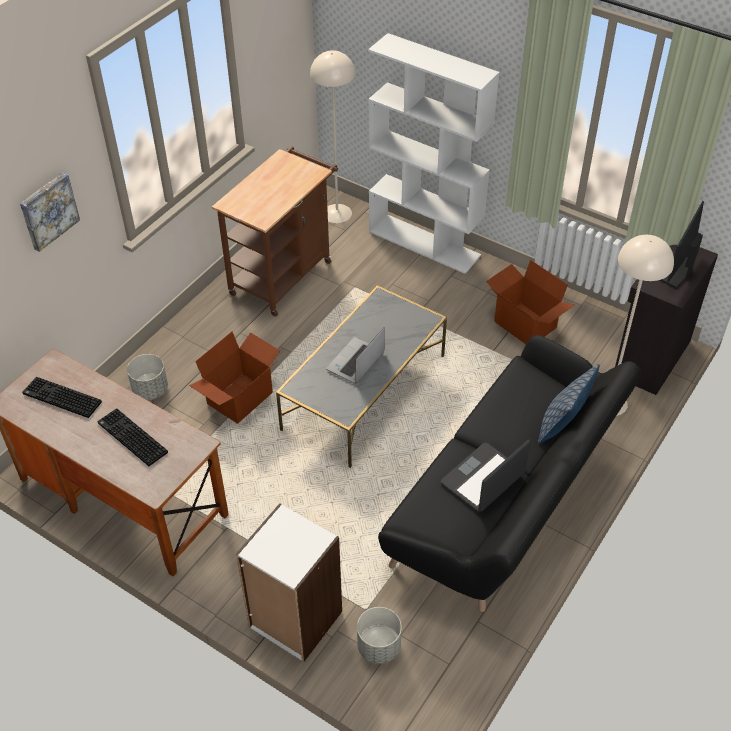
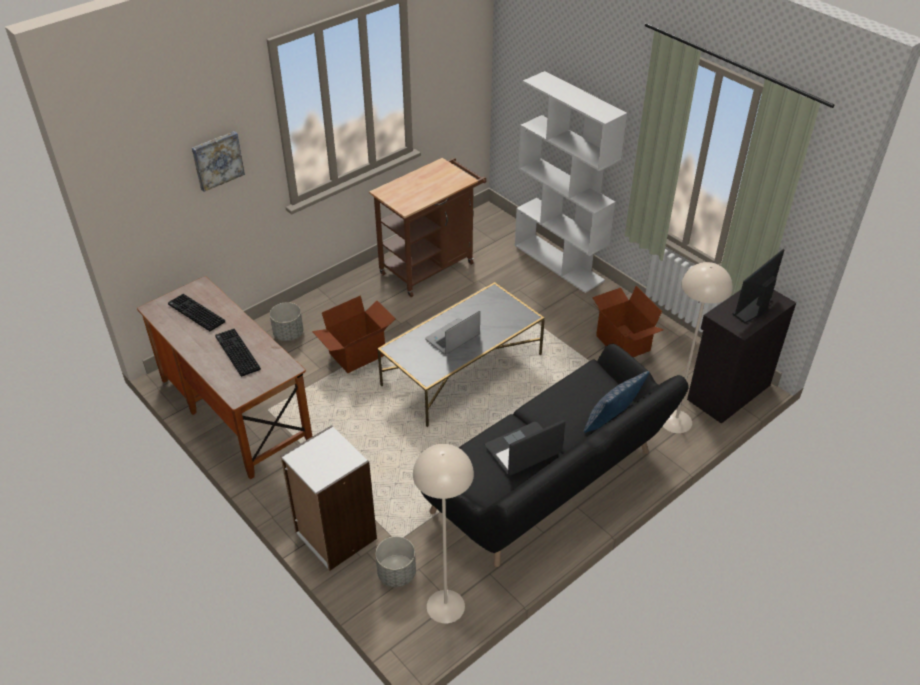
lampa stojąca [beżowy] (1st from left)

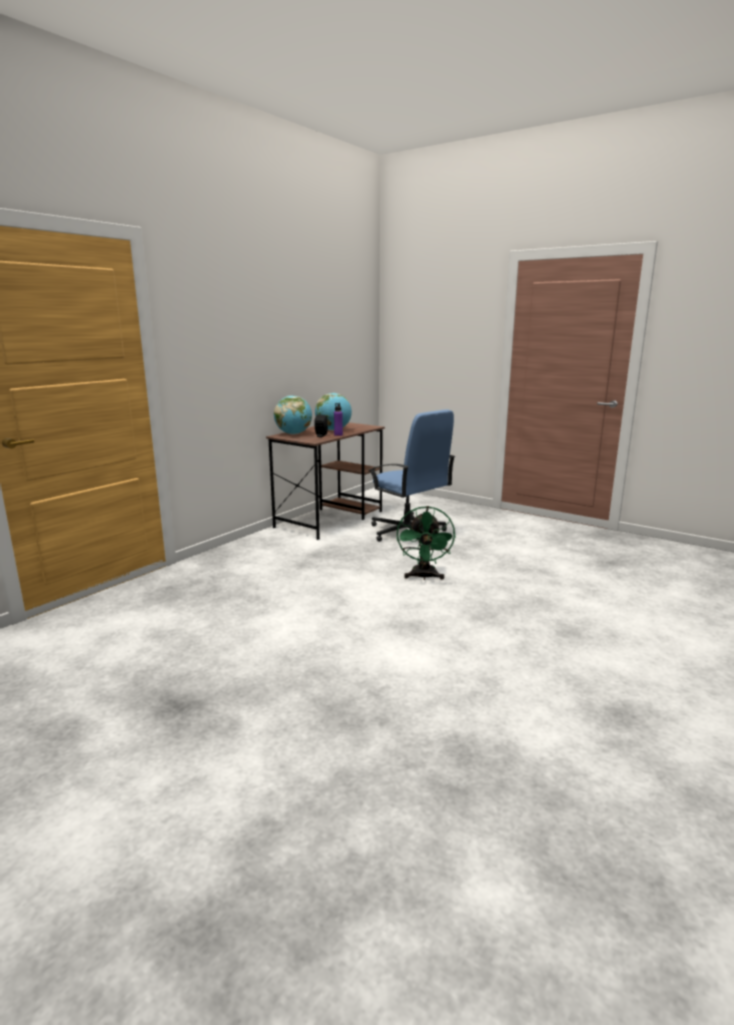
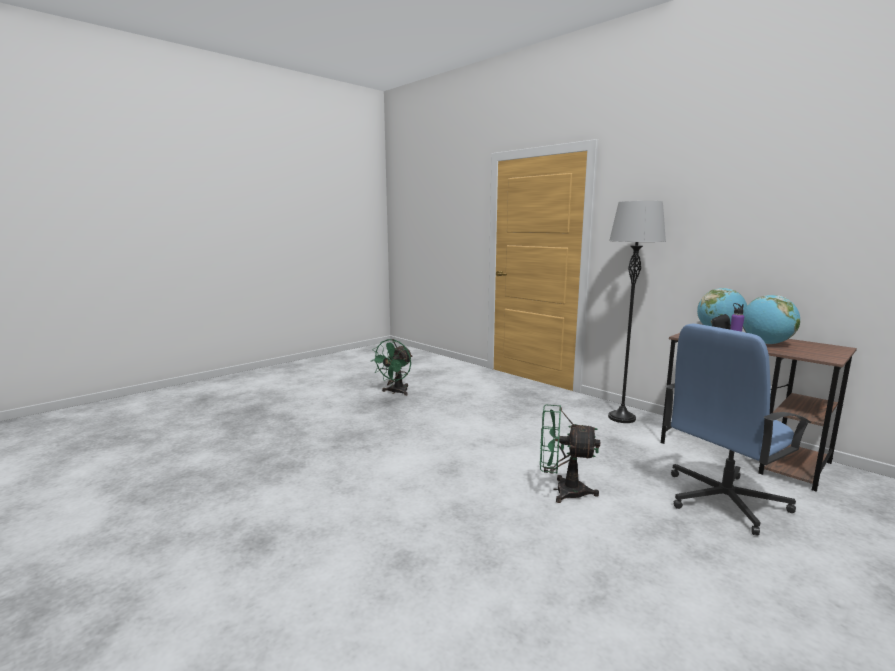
wentylator [zielony] (1st from left)
lampa stojąca [szary]

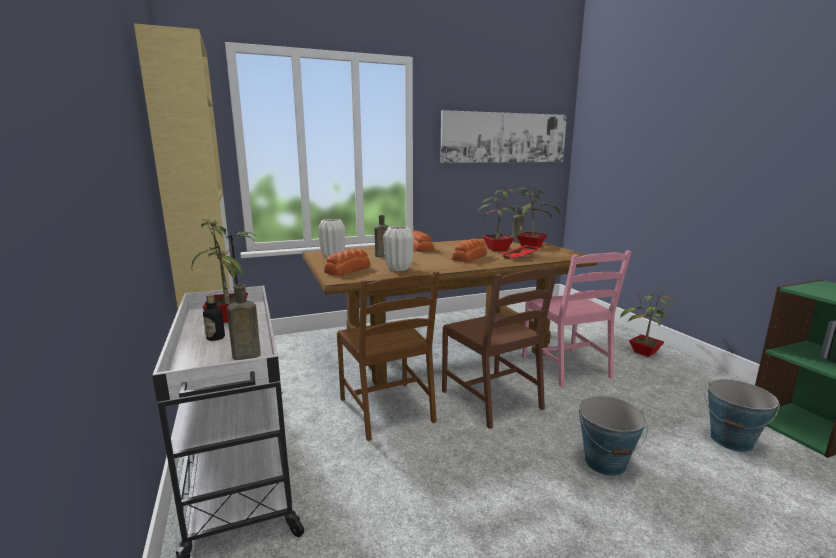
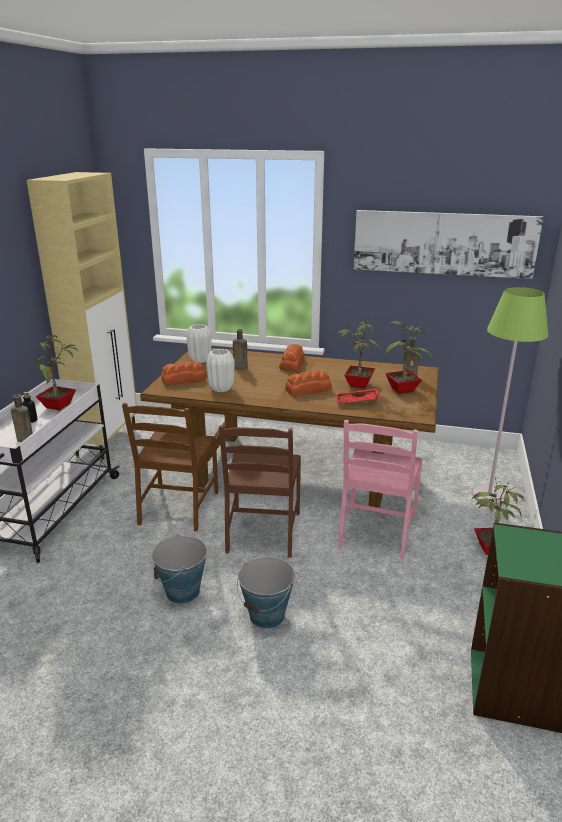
lampa stojąca [zielony]
wiadro (1st from left)

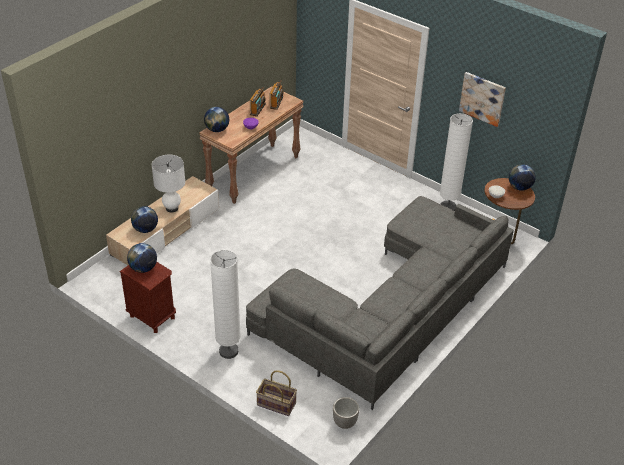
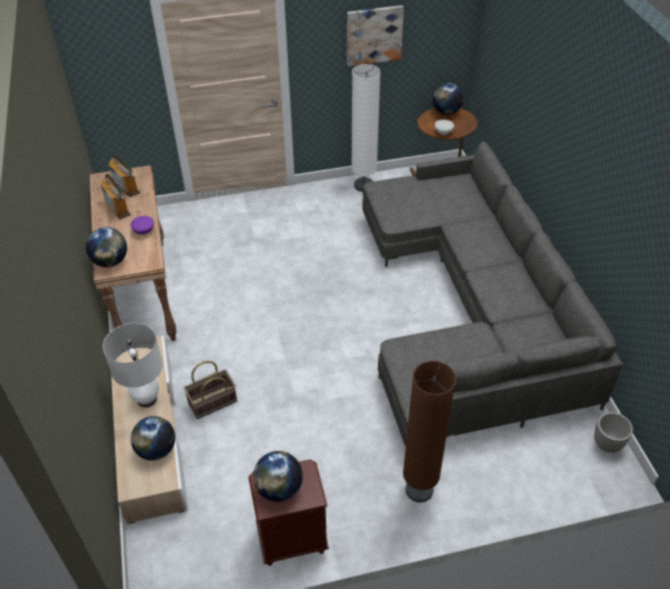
koszyk
lampa stojąca [brązowy]

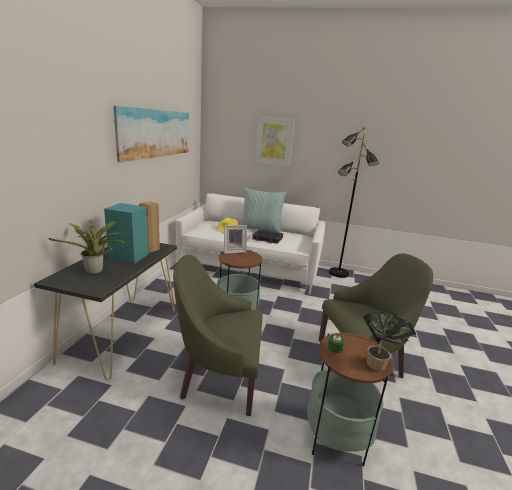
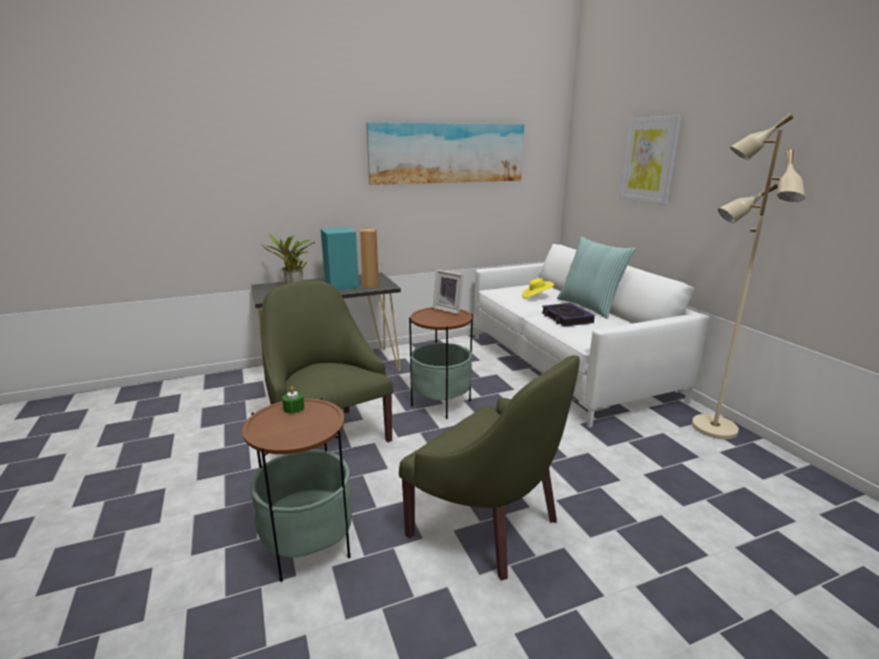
roślina doniczkowa (2nd from left in the first image)
lampa stojąca [beżowy]

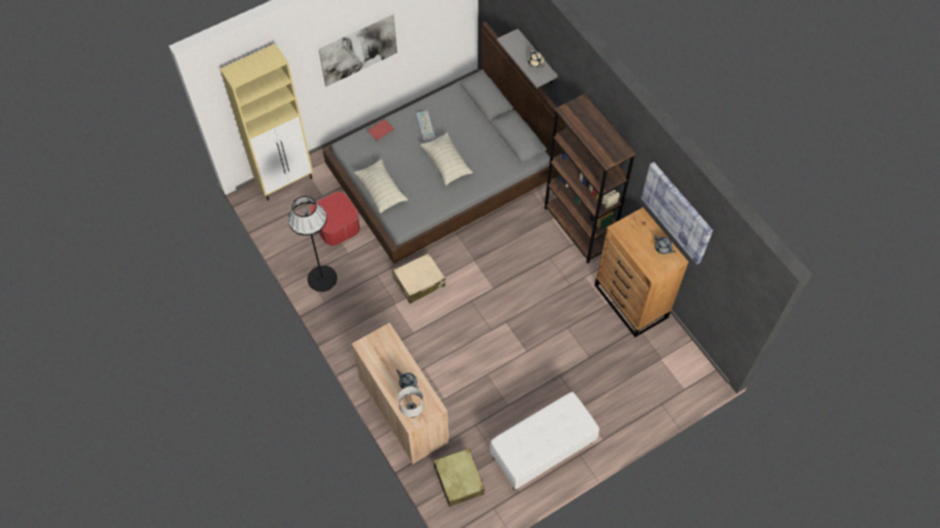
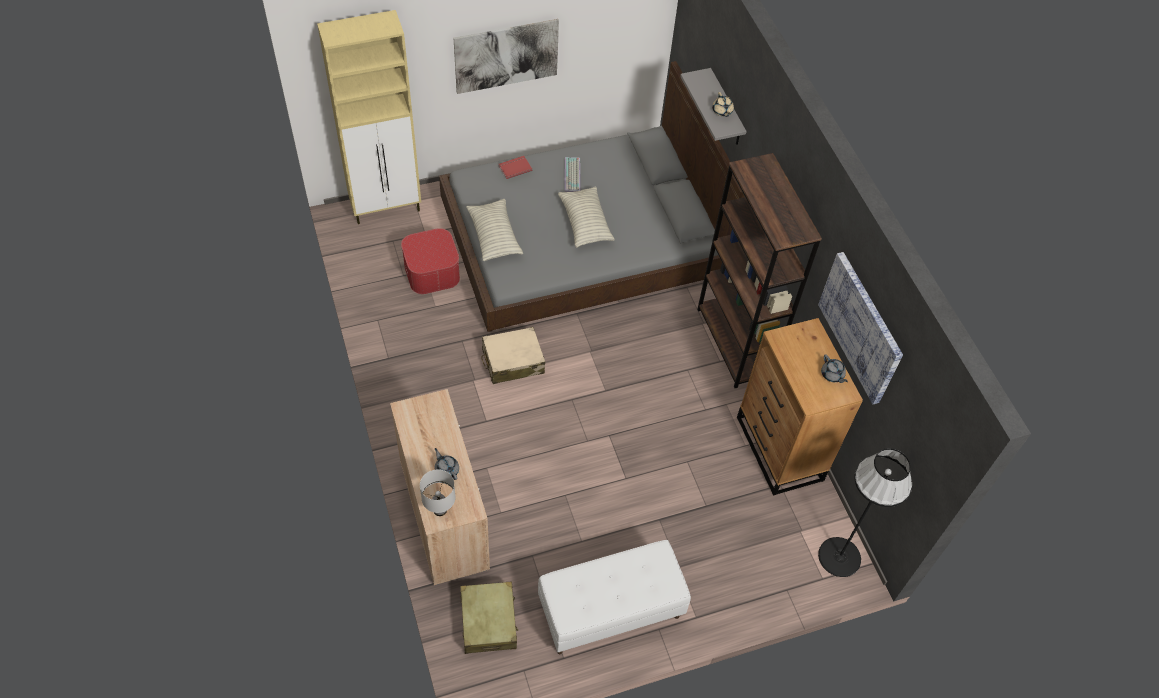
lampa stojąca [czarny]

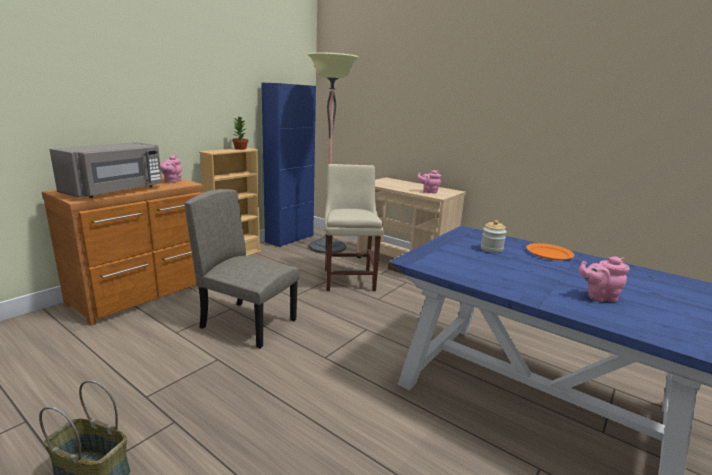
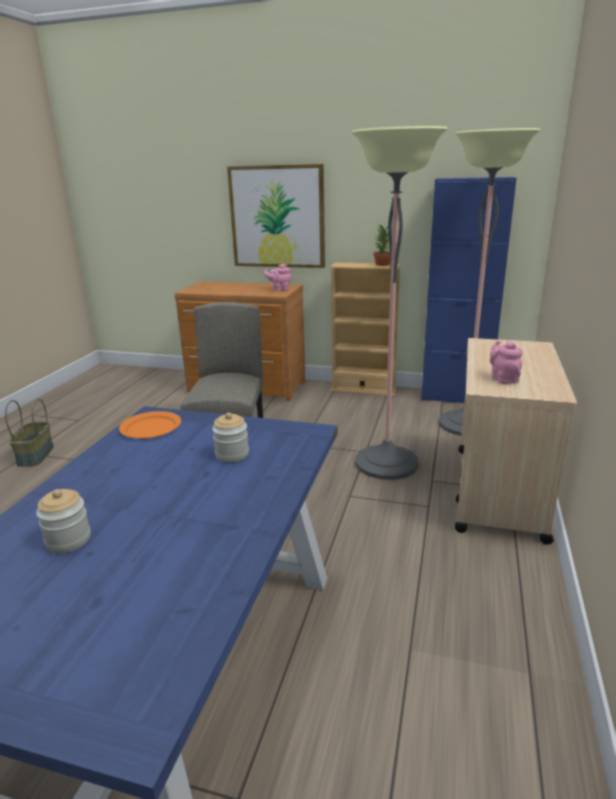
mikrofalówka [szary]
obraz
talerz [pomarańczowy]
lampa stojąca (1st from left)
słoik (1st from left)

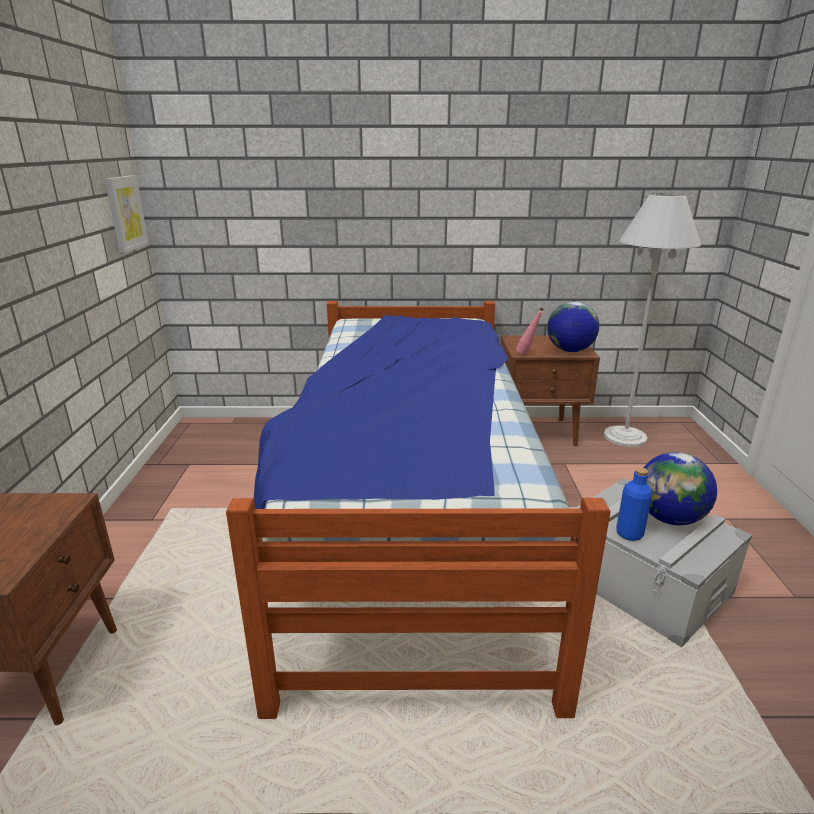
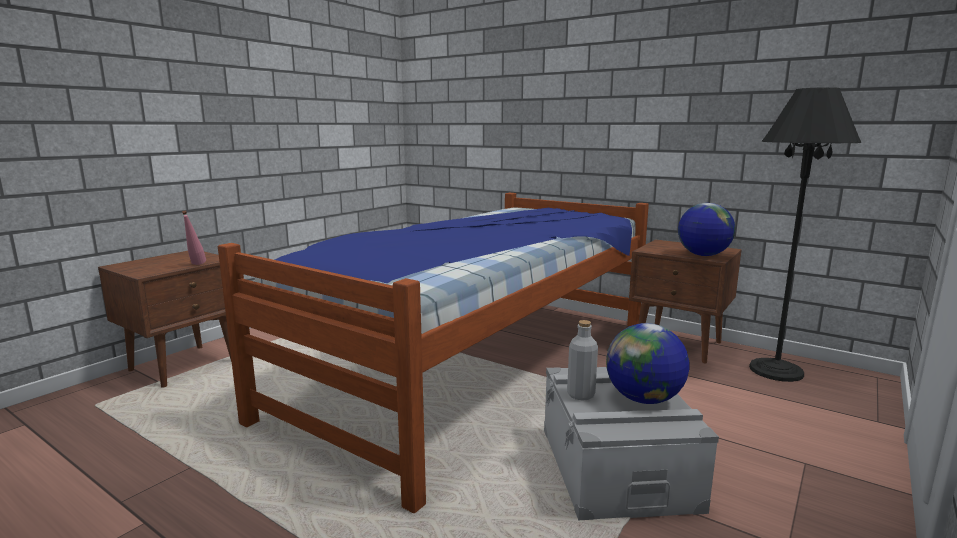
obraz
butelka [różowy]
lampa stojąca [czarny]
butelka [szary]

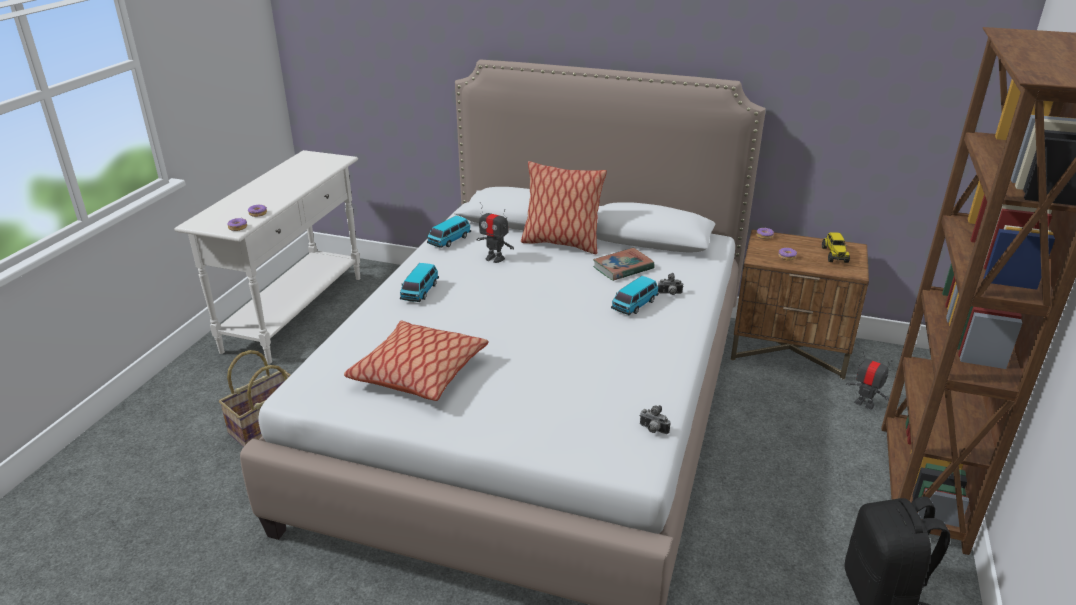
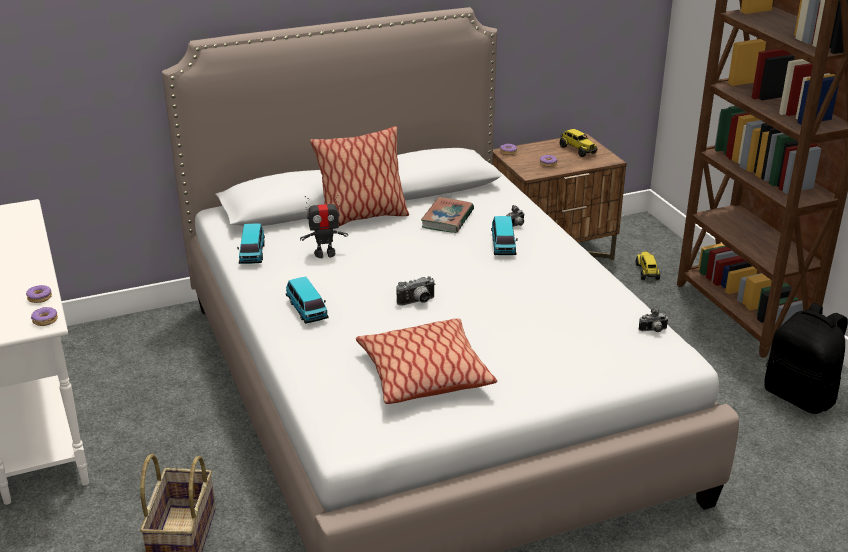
aparat fotograficzny (1st from left)
ciężarówka zabawkowa (2nd from left)

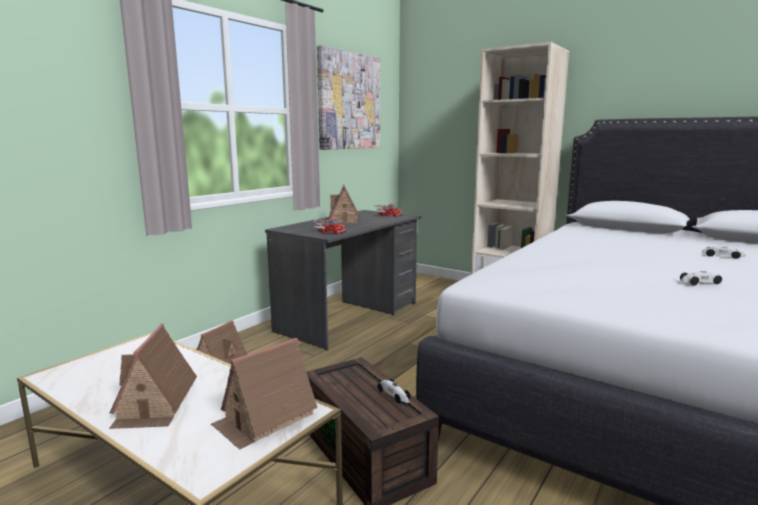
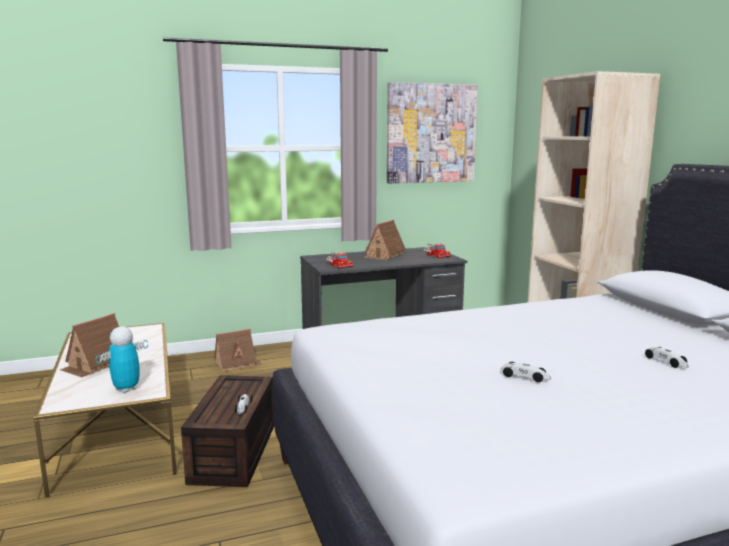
robot zabawkowy

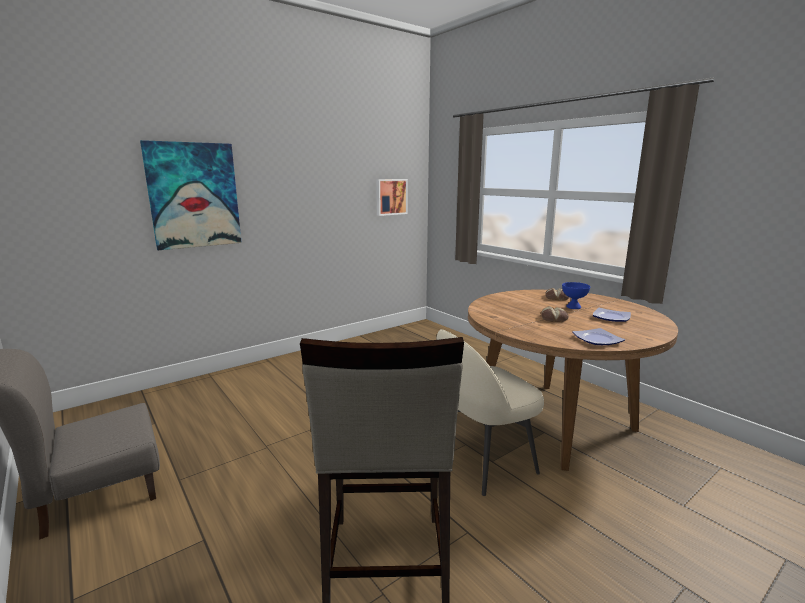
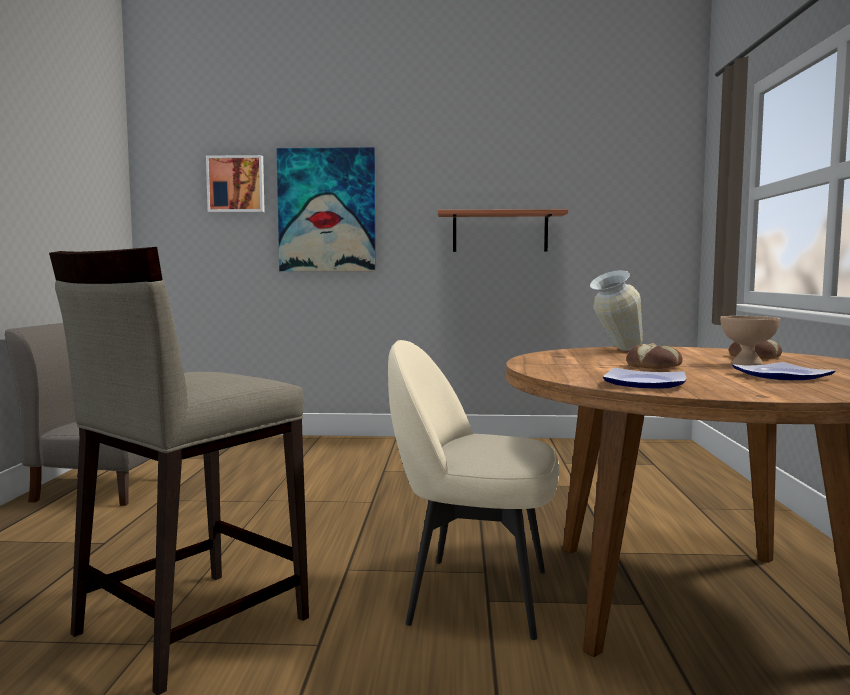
półka
wazon
obraz (1st from left)
miska [beżowy]

